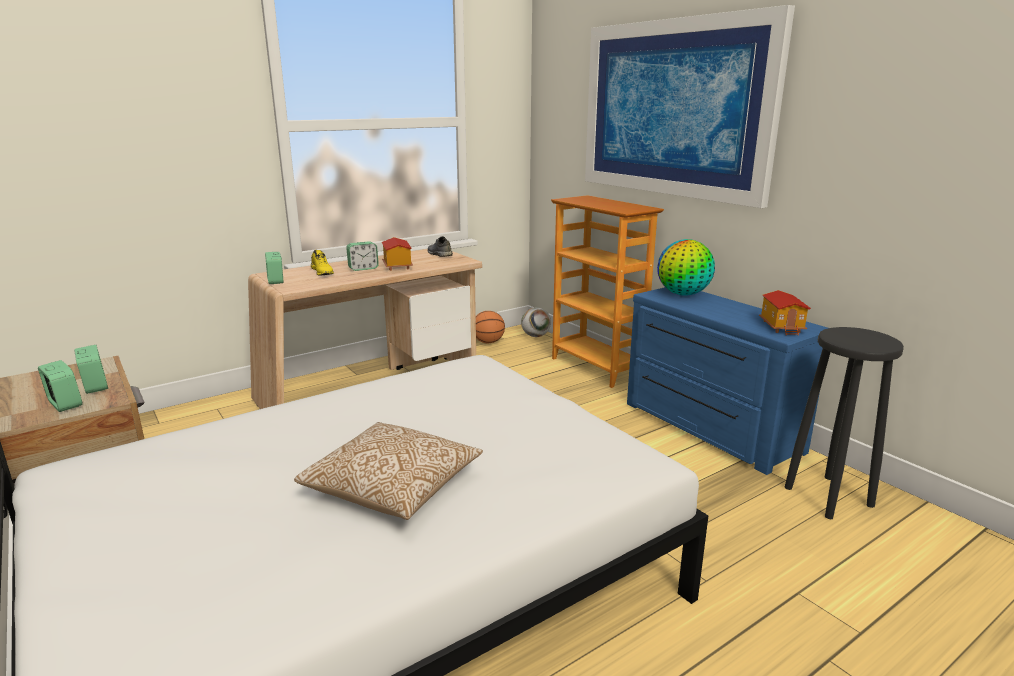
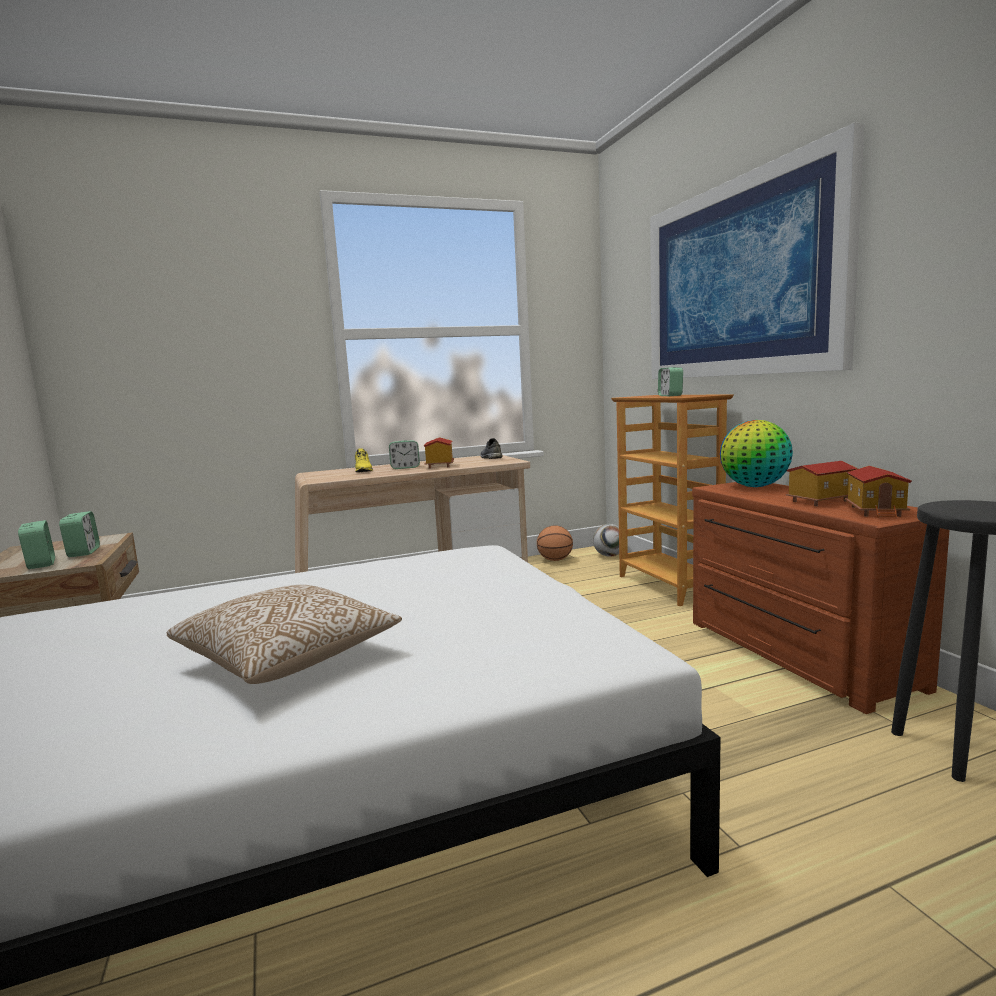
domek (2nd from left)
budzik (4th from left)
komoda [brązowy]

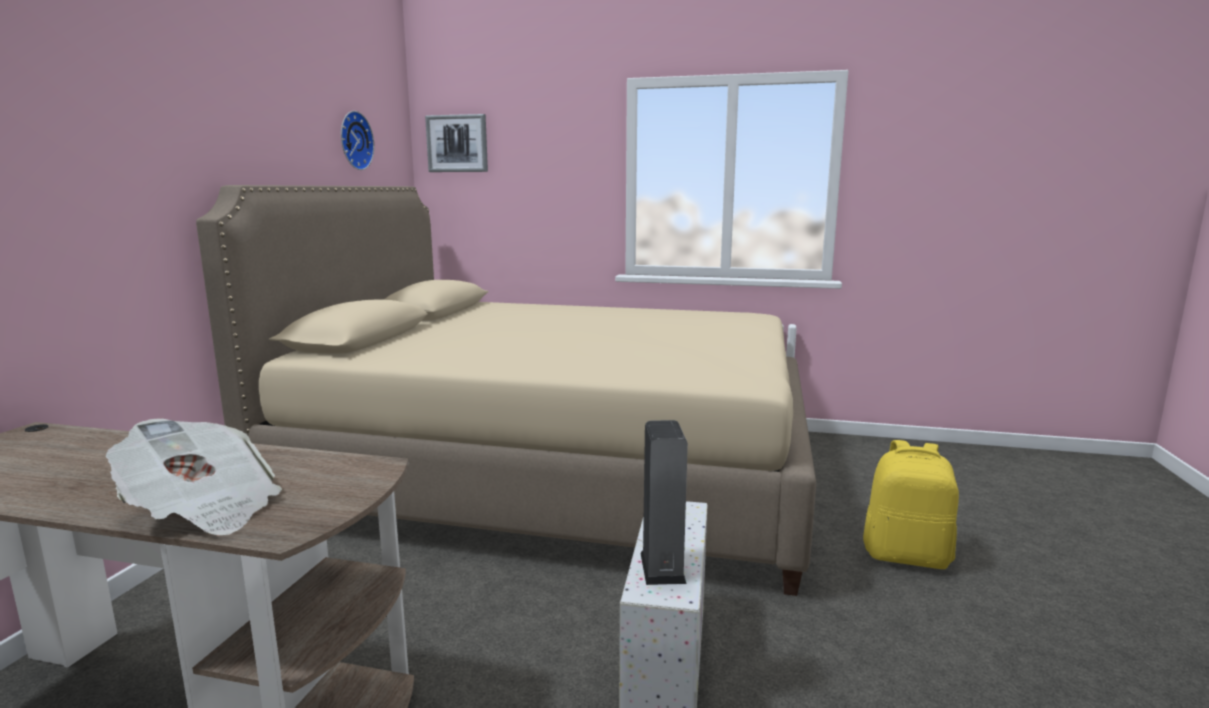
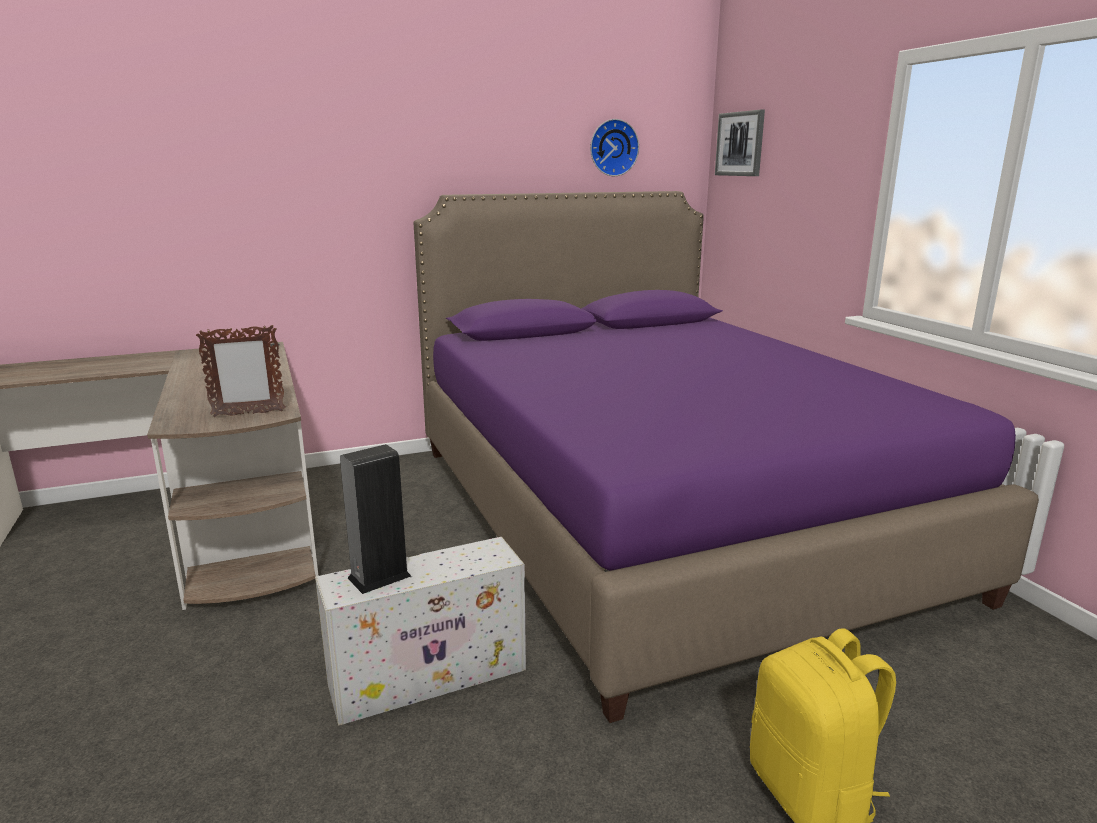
gazeta
ramka na zdjęcie
łóżko [fioletowy]

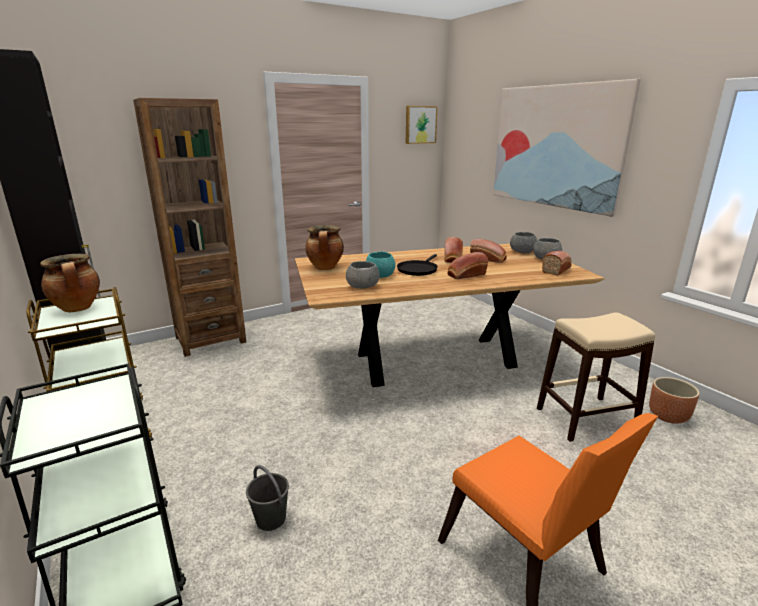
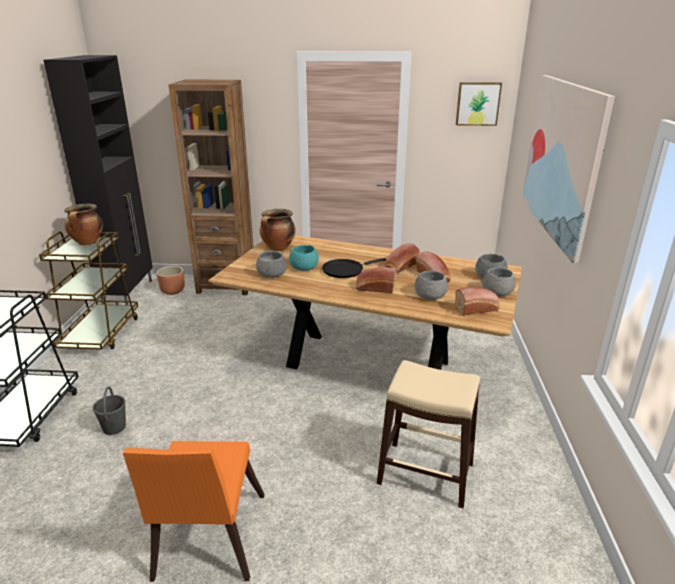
miska [szary] (2nd from left)
donica [brązowy]

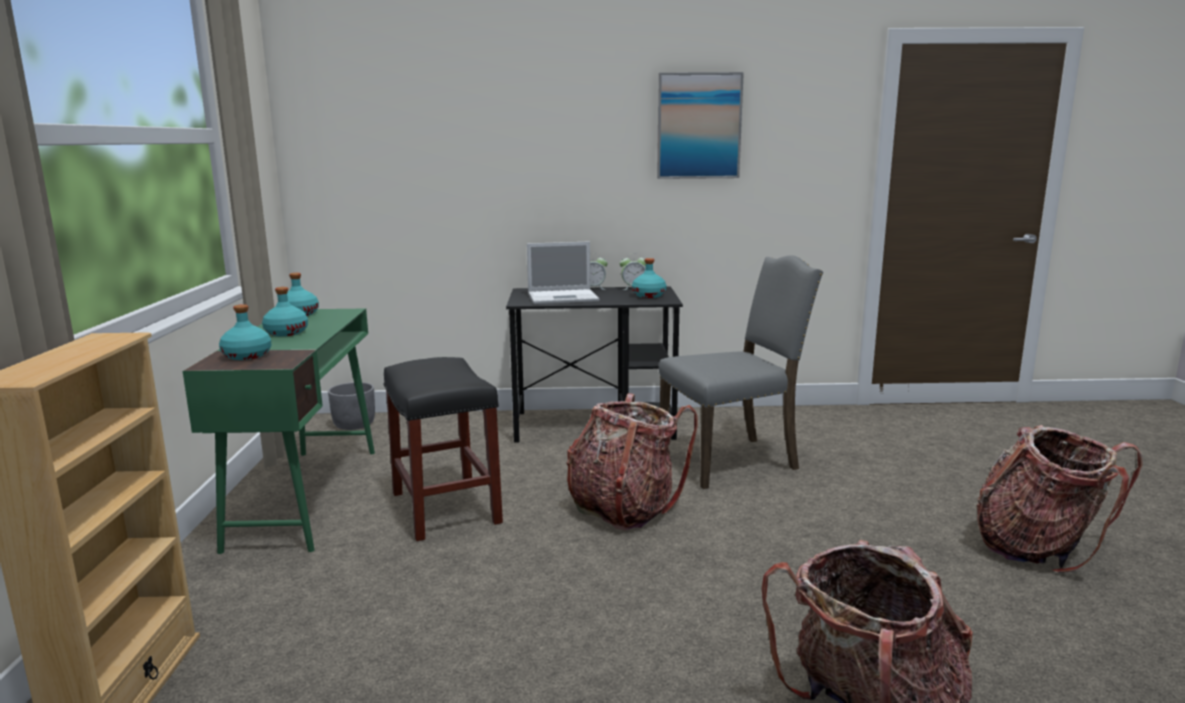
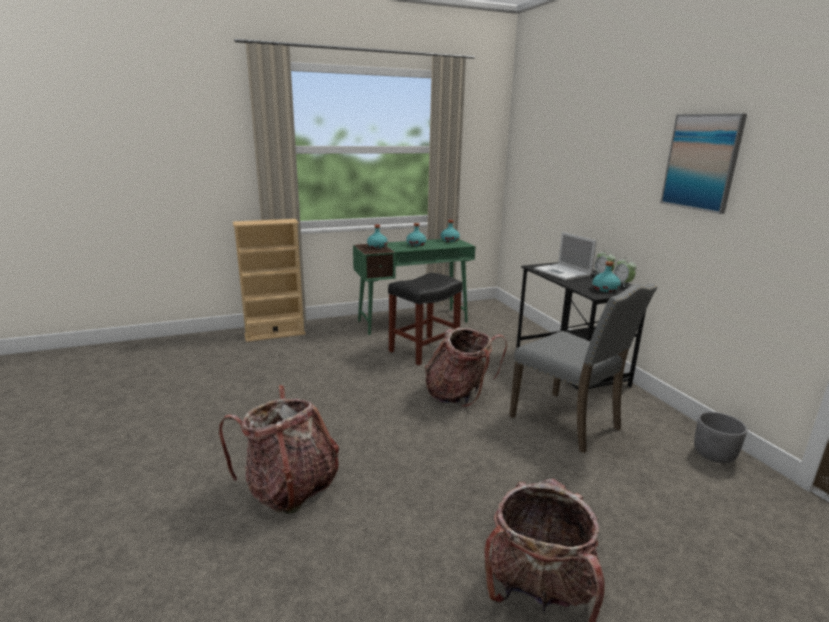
donica [szary]

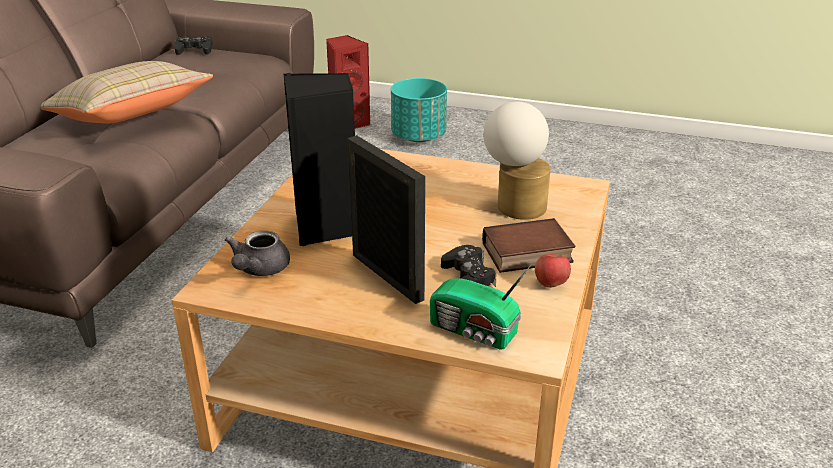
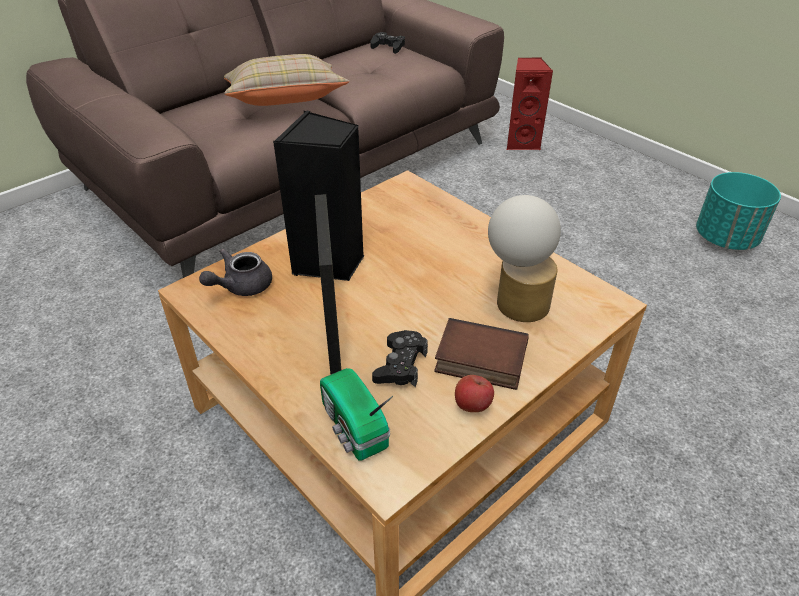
donica [turkusowy]

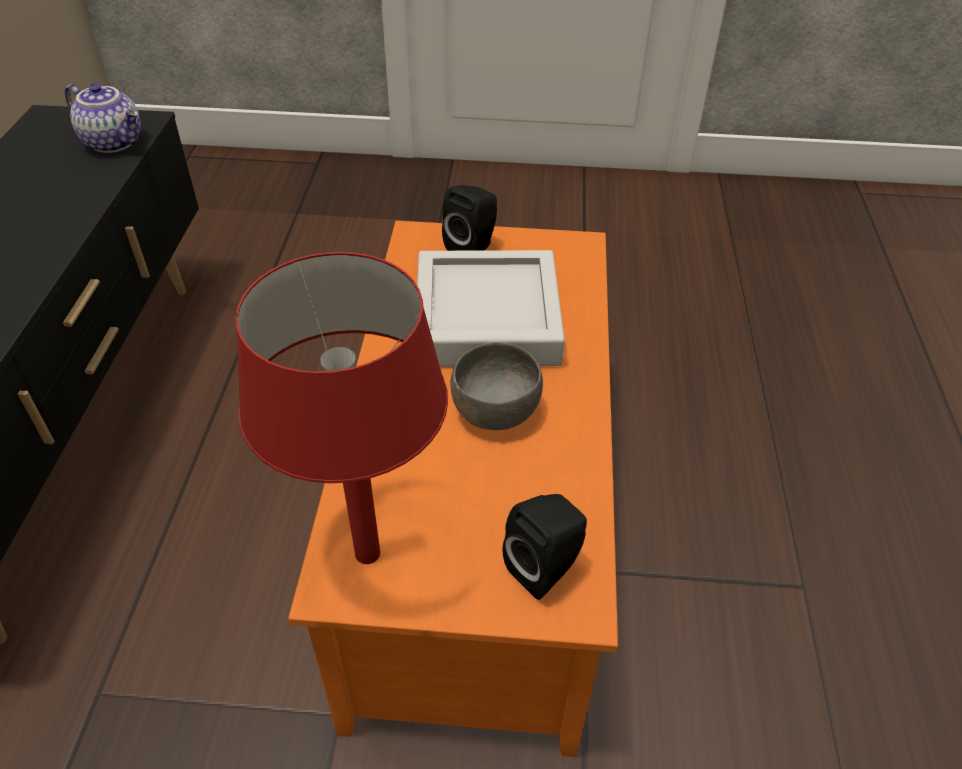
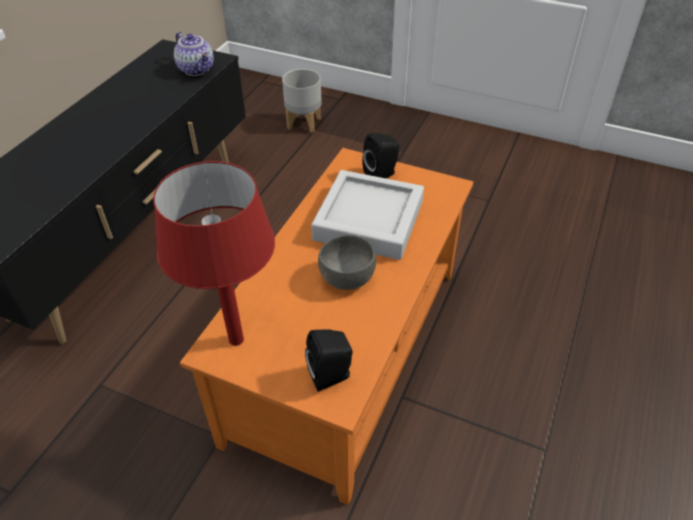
donica [szary]

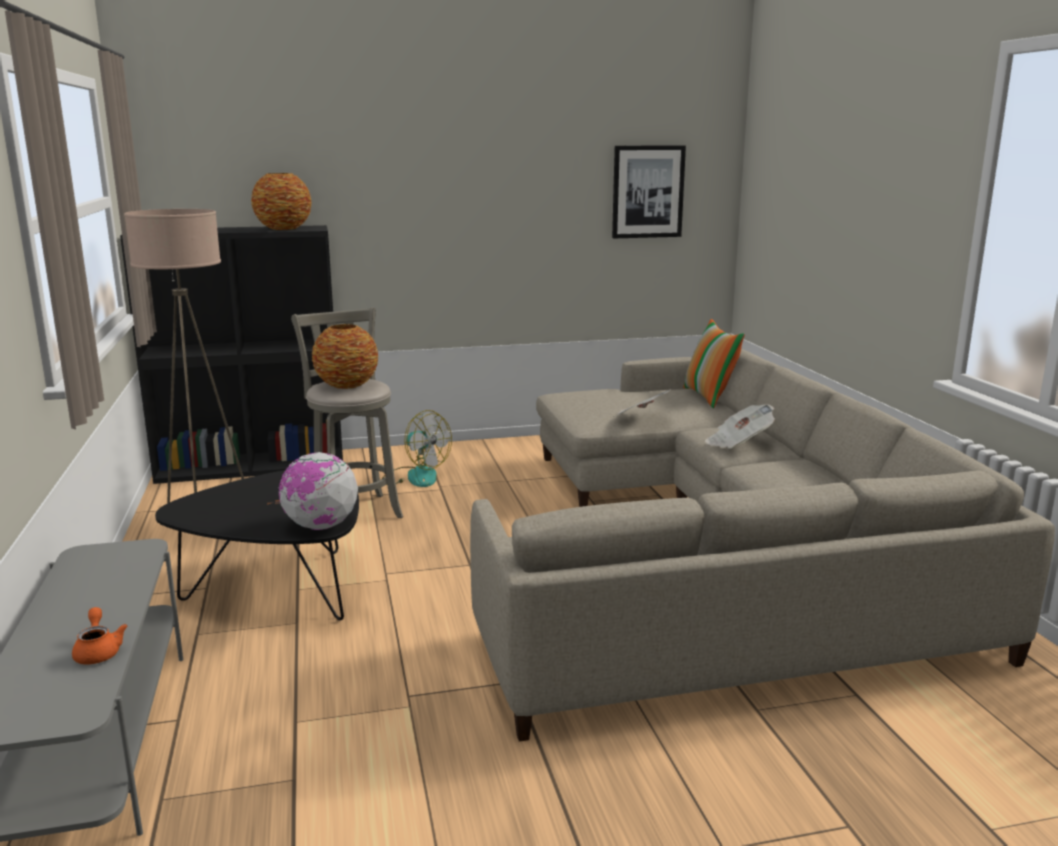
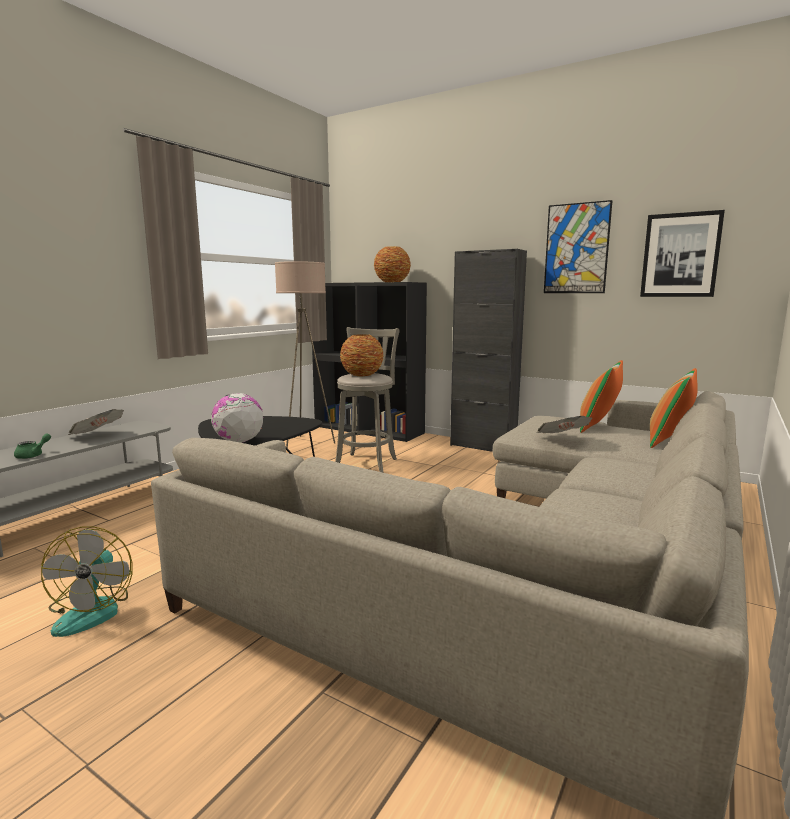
szafka [czarny]
obraz (1st from left)
poduszka (1st from left)
wentylator
gazeta (1st from left)
imbryk [zielony]

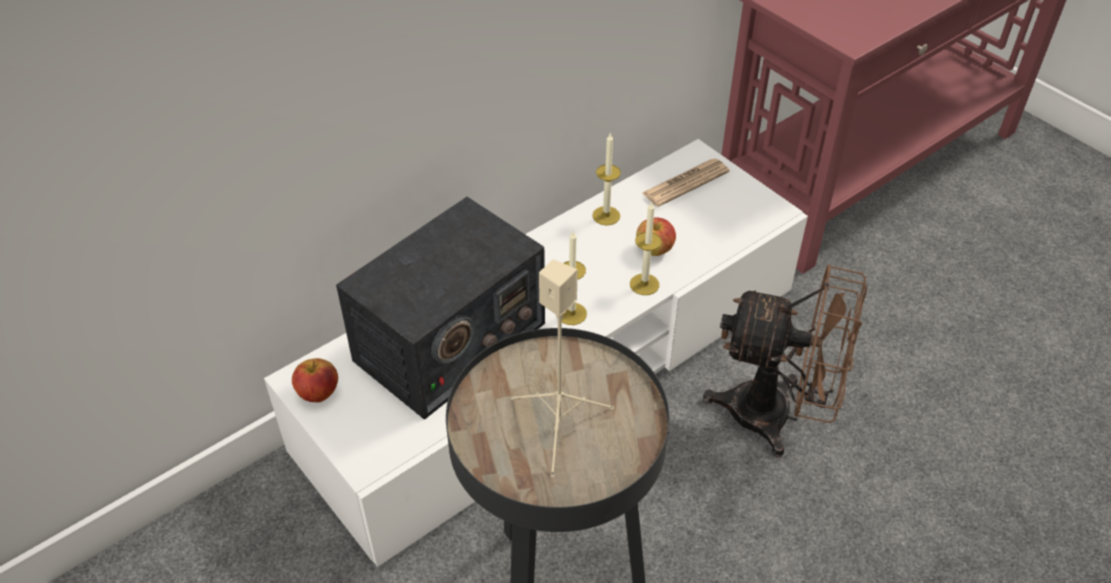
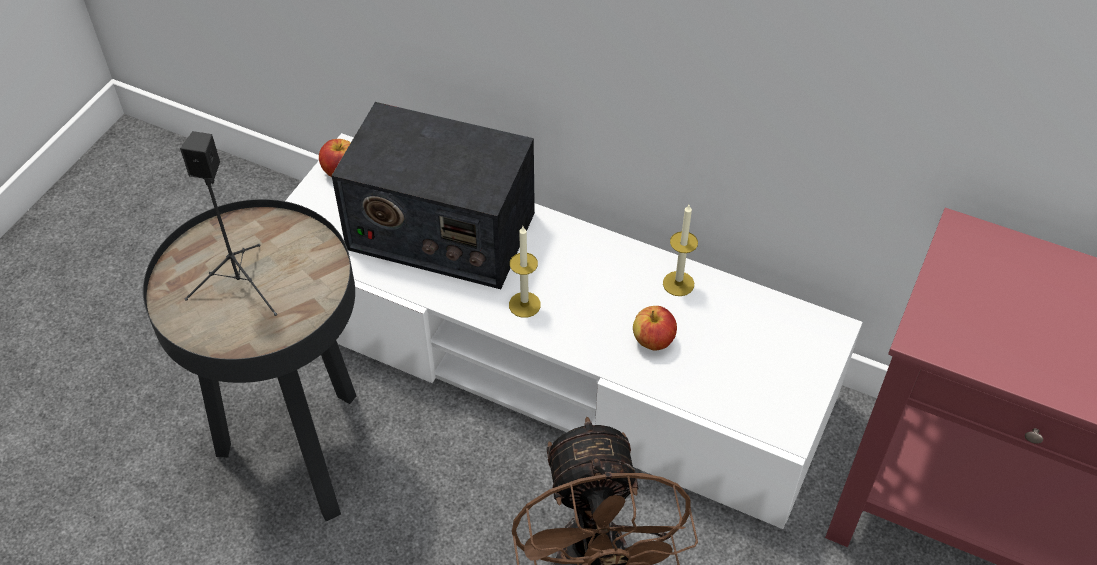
świeca (3rd from left in the first image)
gazeta
głośnik [czarny]

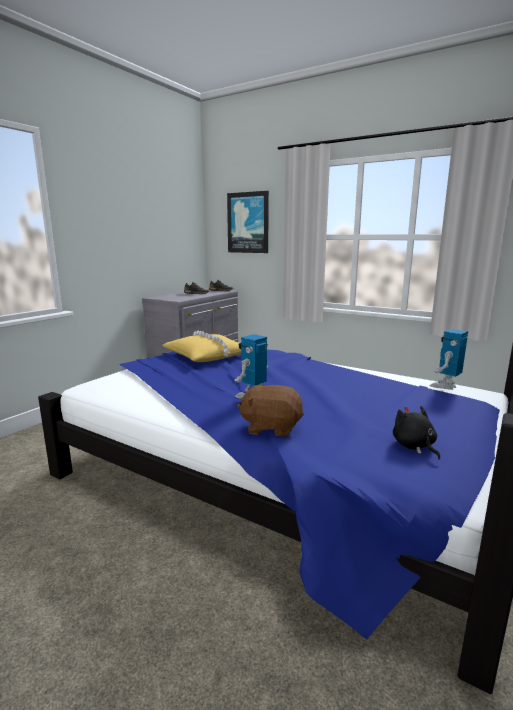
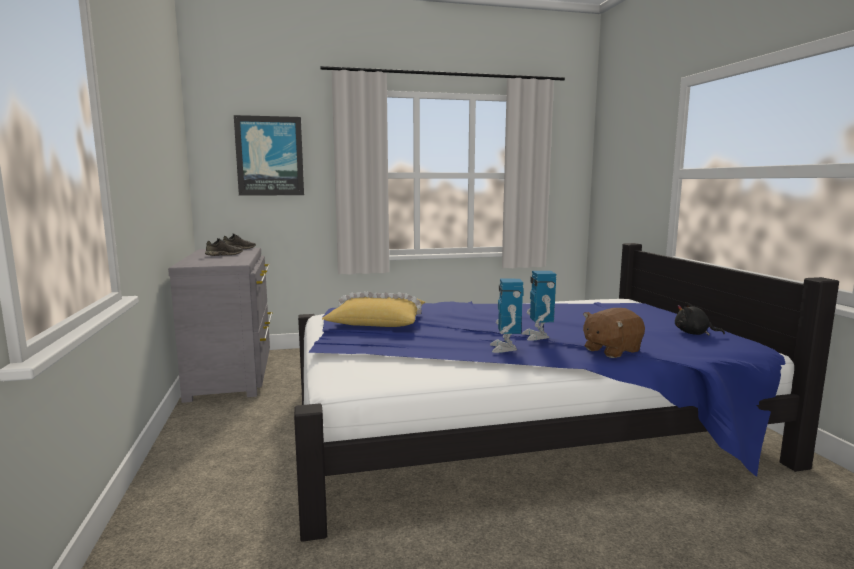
robot zabawkowy (1st from left)

